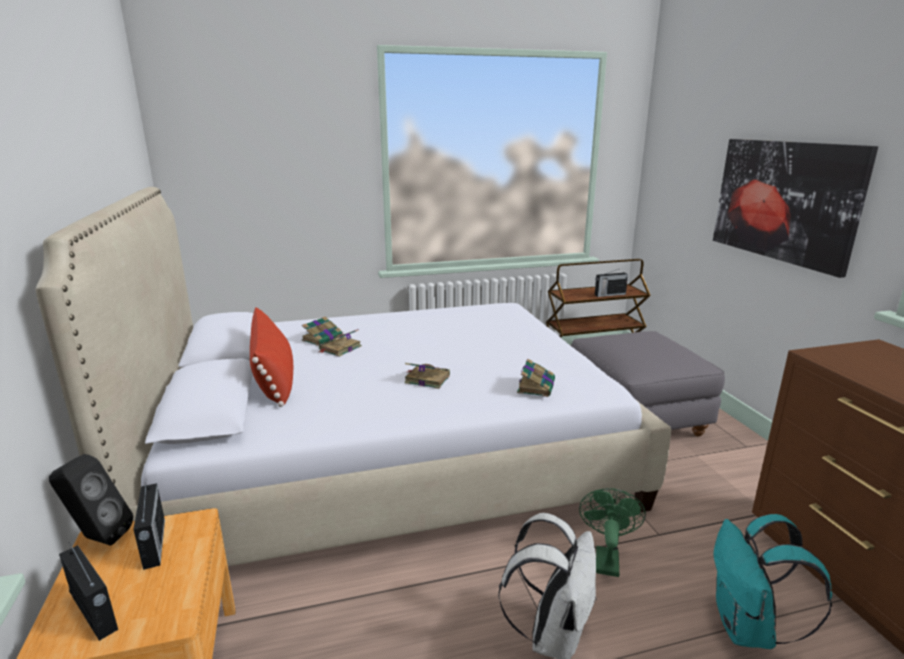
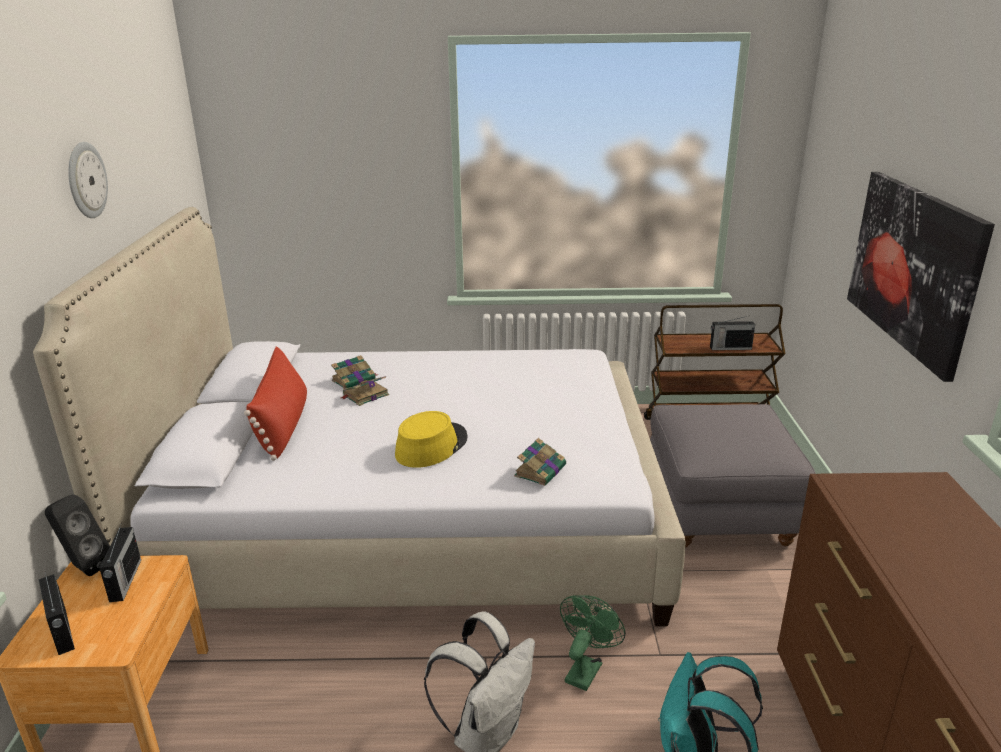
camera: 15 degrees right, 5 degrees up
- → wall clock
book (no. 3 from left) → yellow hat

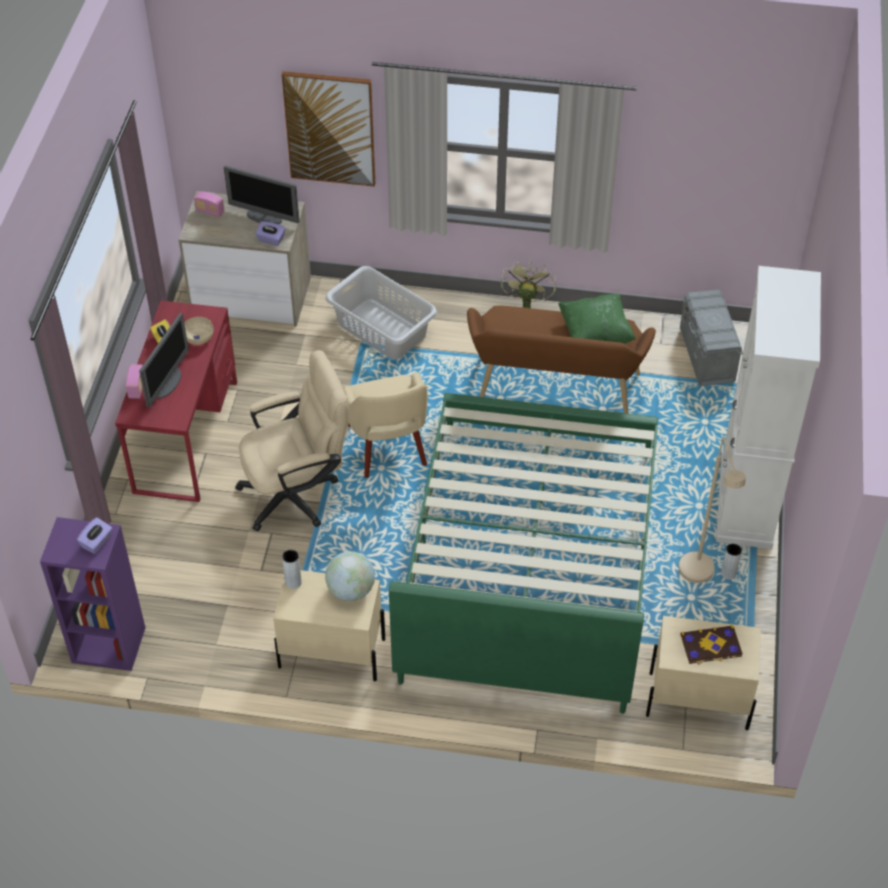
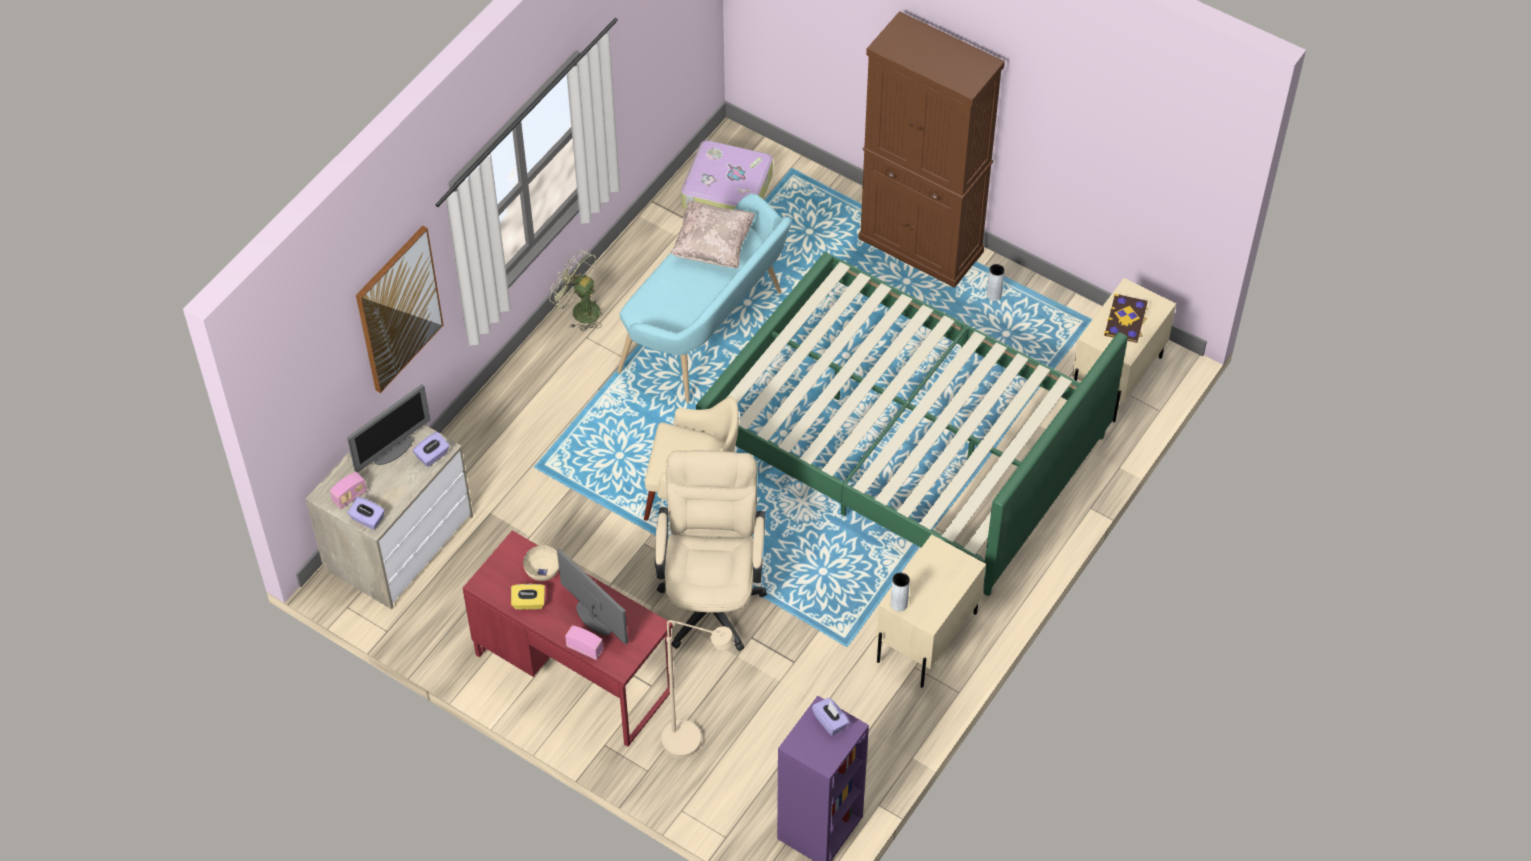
camera: 65 degrees left, 5 degrees up
globe → -
grey laundry basket → -
- → purple tissue box (no. 1 from left)
beige floor lamp, shifted
grey storage box → suitcase
brown bench → turquoise bench
green pillow → beige pillow
white cabinet → brown cabinet

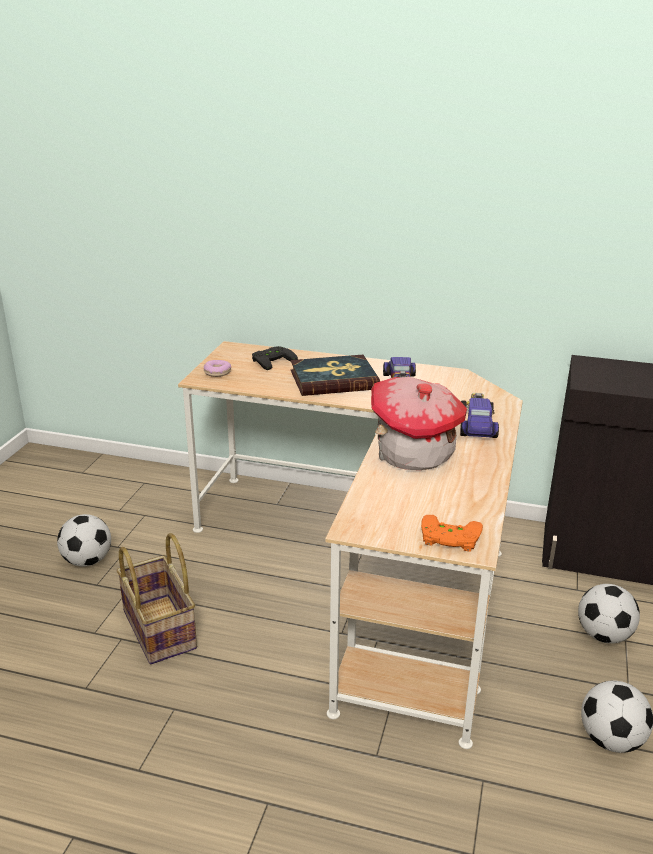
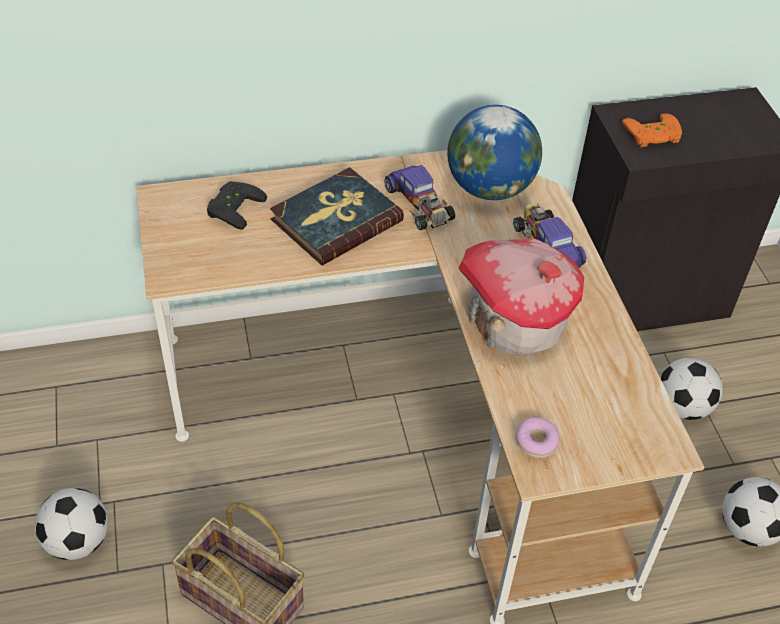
camera: 30 degrees left, 20 degrees up
- → globe
donut, shifted
orange game controller, shifted

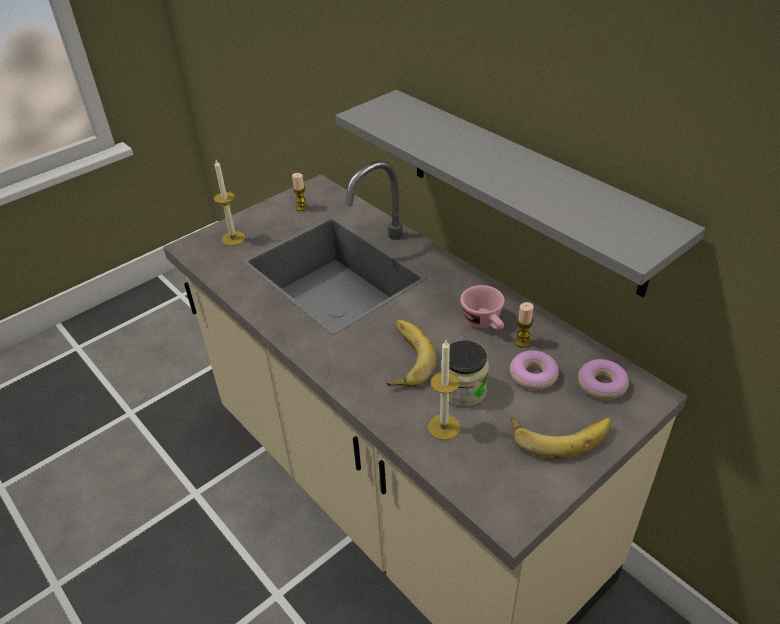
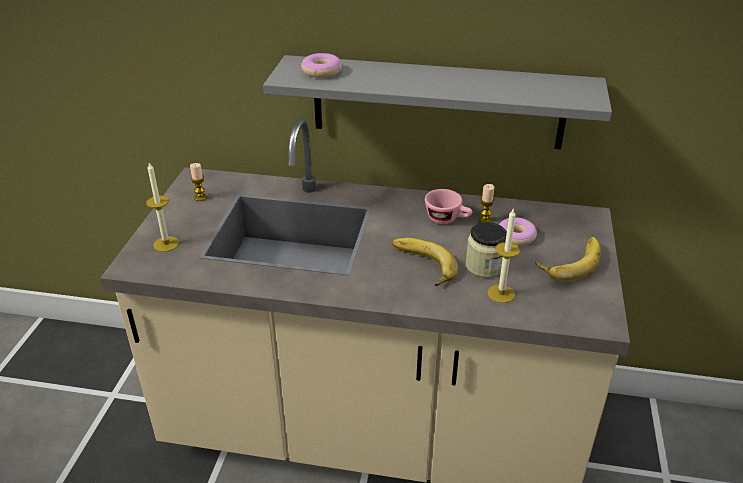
camera: 40 degrees left, 5 degrees down
donut (no. 2 from left in the first image) → donut (no. 1 from left), shifted

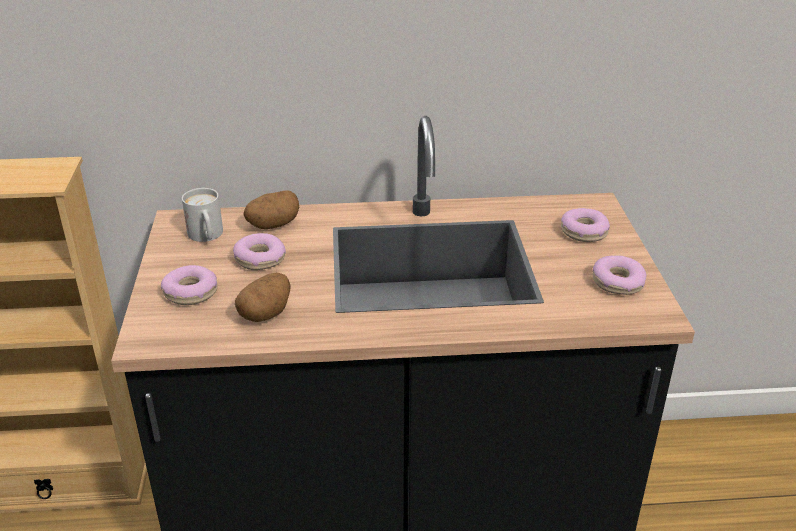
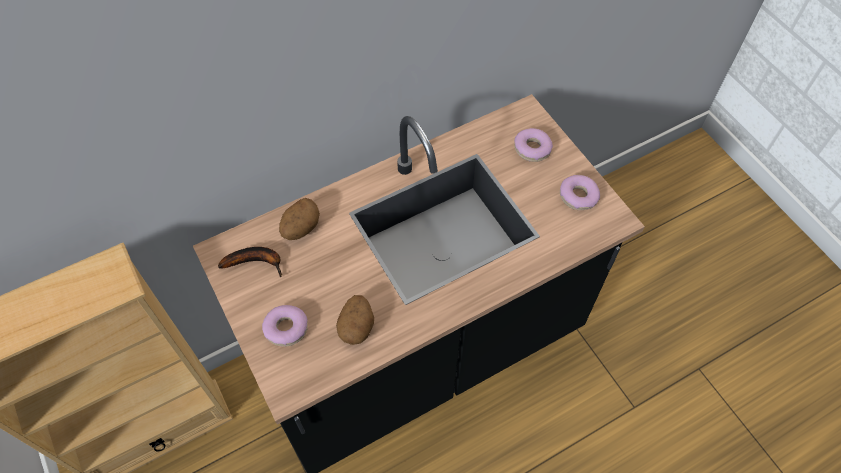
camera: 25 degrees left, 25 degrees up
donut (no. 2 from left) → -
white mug → banana

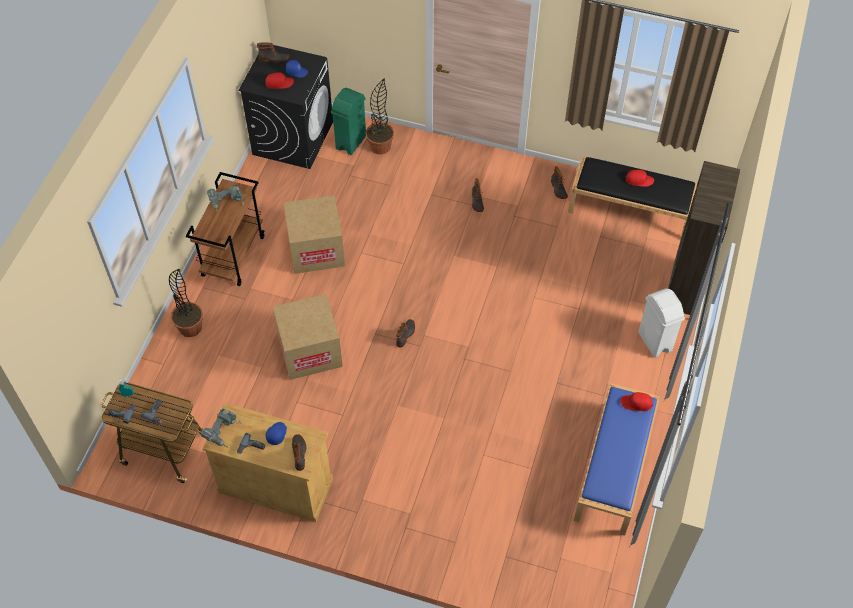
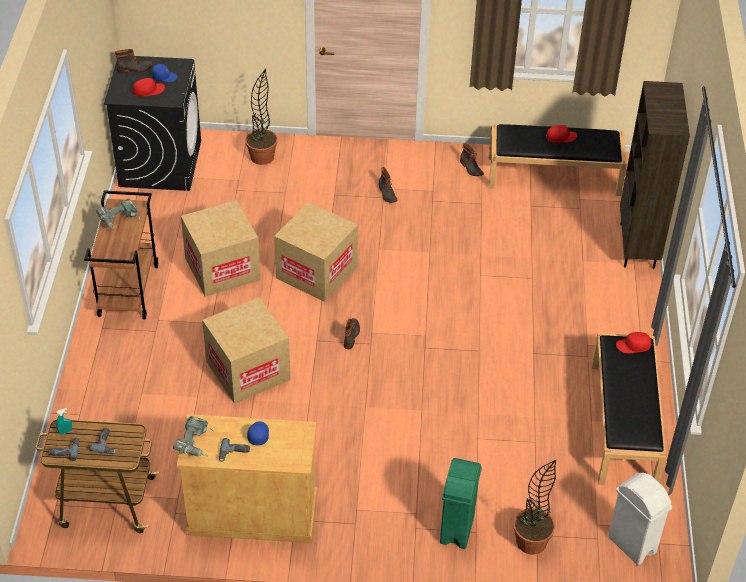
camera: 15 degrees left, 10 degrees down
boot (no. 2 from left) → -
- → cardboard box (no. 3 from left)
potted plant (no. 1 from left in the first image) → potted plant (no. 2 from left), shifted
green trash can, shifted
white trash can, shifted
blue bench → black bench (no. 2 from left)

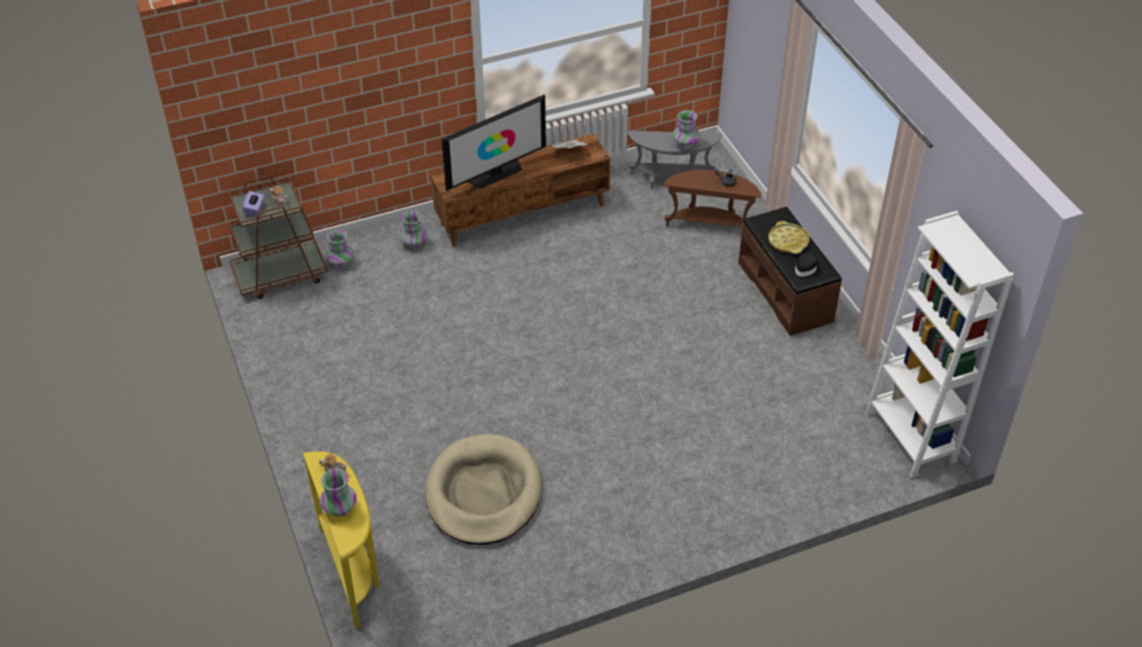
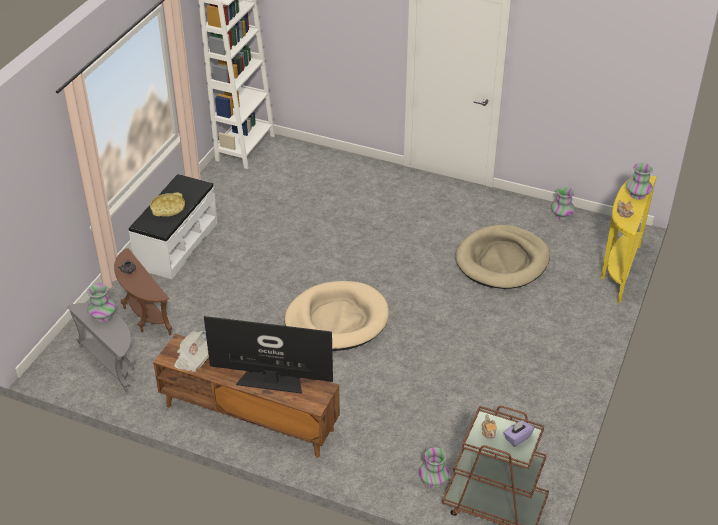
camera: 135 degrees left, 5 degrees down
black hat → -
- → beige dog bed (no. 1 from left)
vase (no. 3 from left), shifted
brown bench → white bench

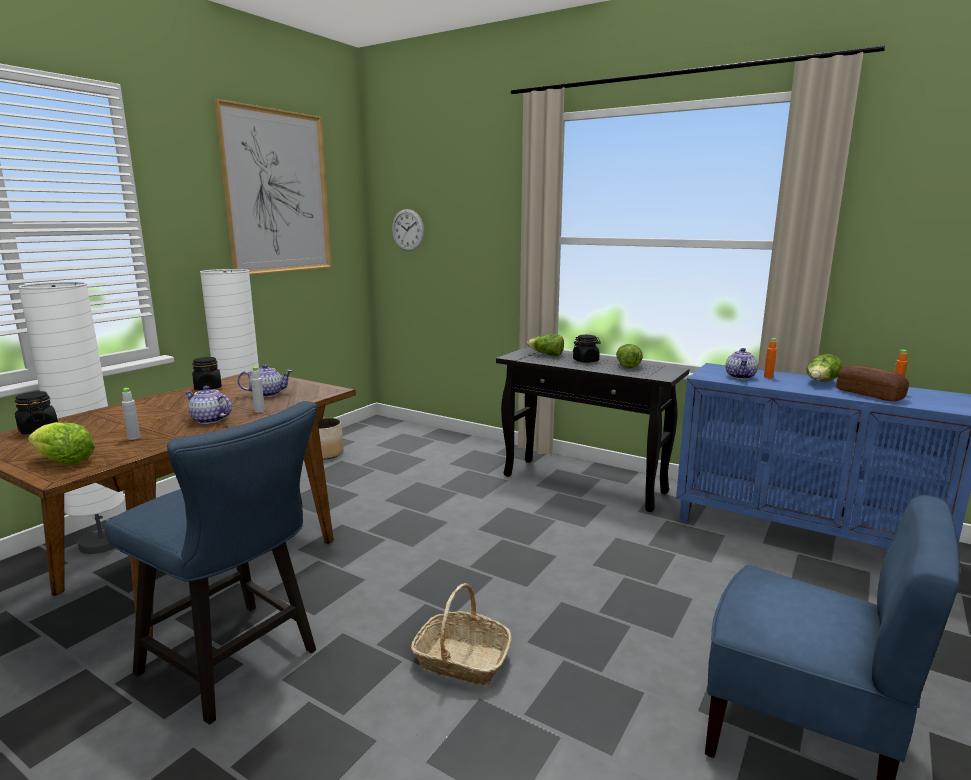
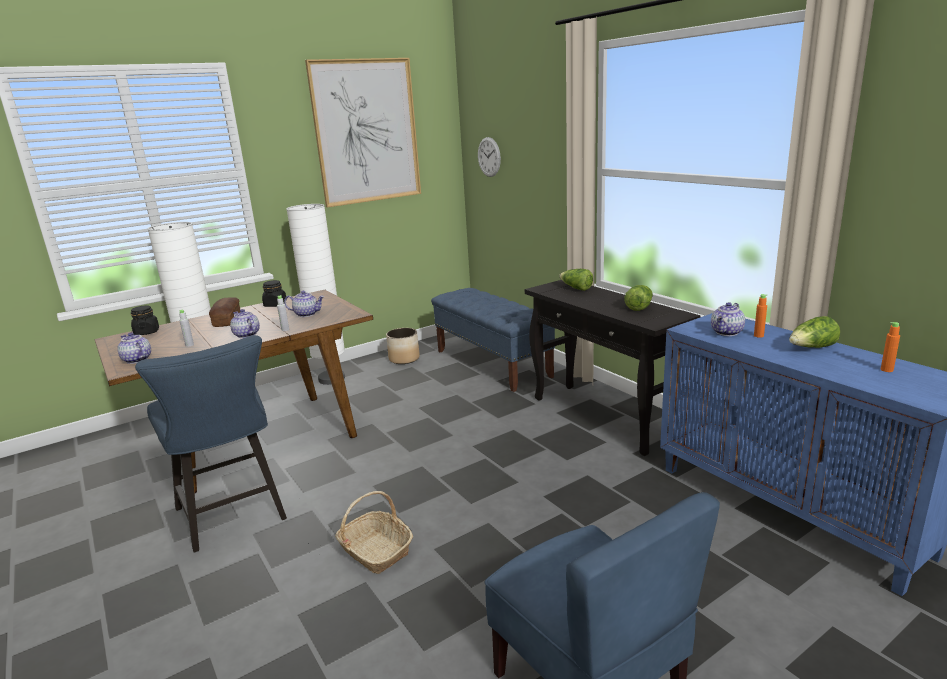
camera: 25 degrees right, 5 degrees up
black jar (no. 3 from left) → -
- → blue bench
bread, shifted
lettuce (no. 1 from left) → teapot (no. 1 from left)

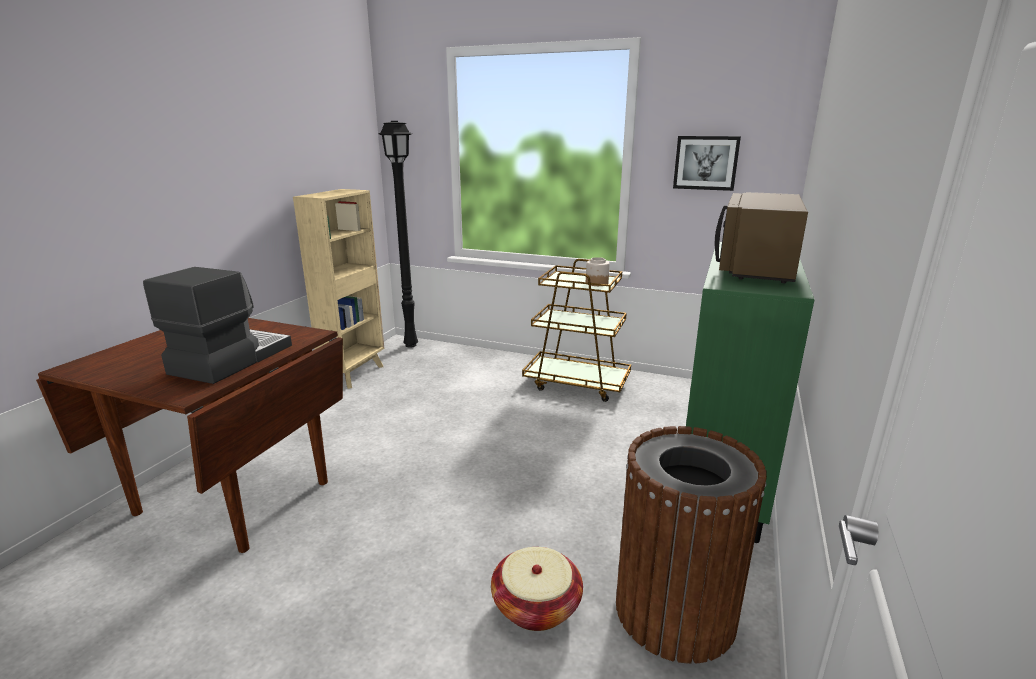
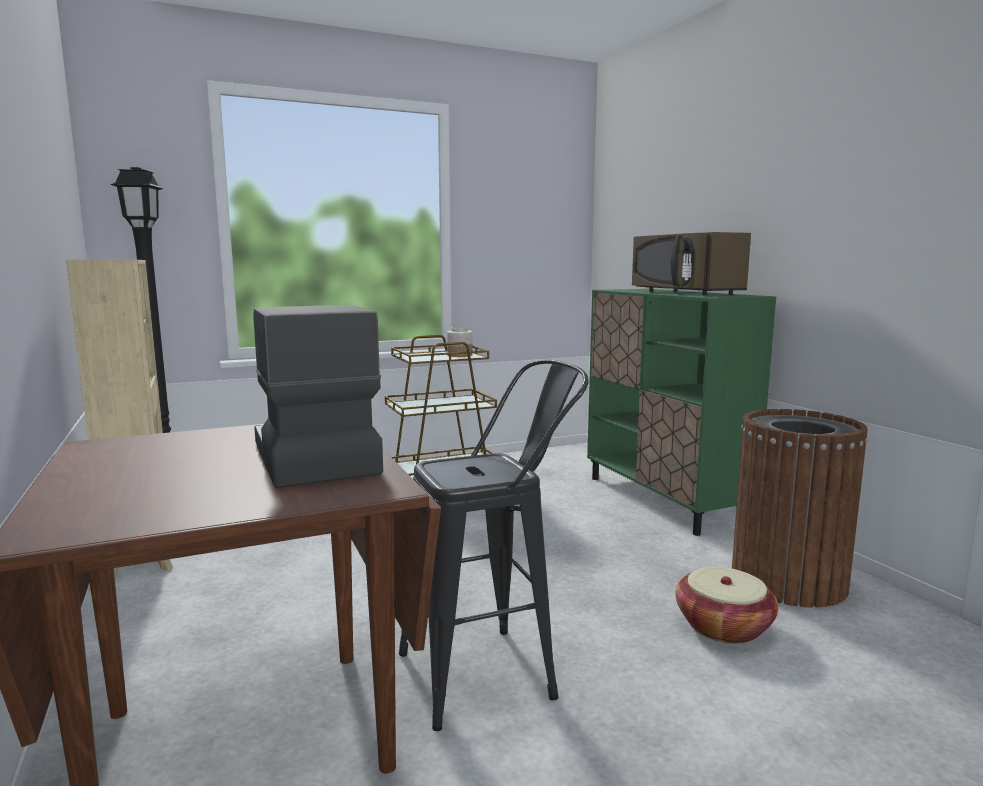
camera: 45 degrees left, 10 degrees down
picture → -
- → black stool

